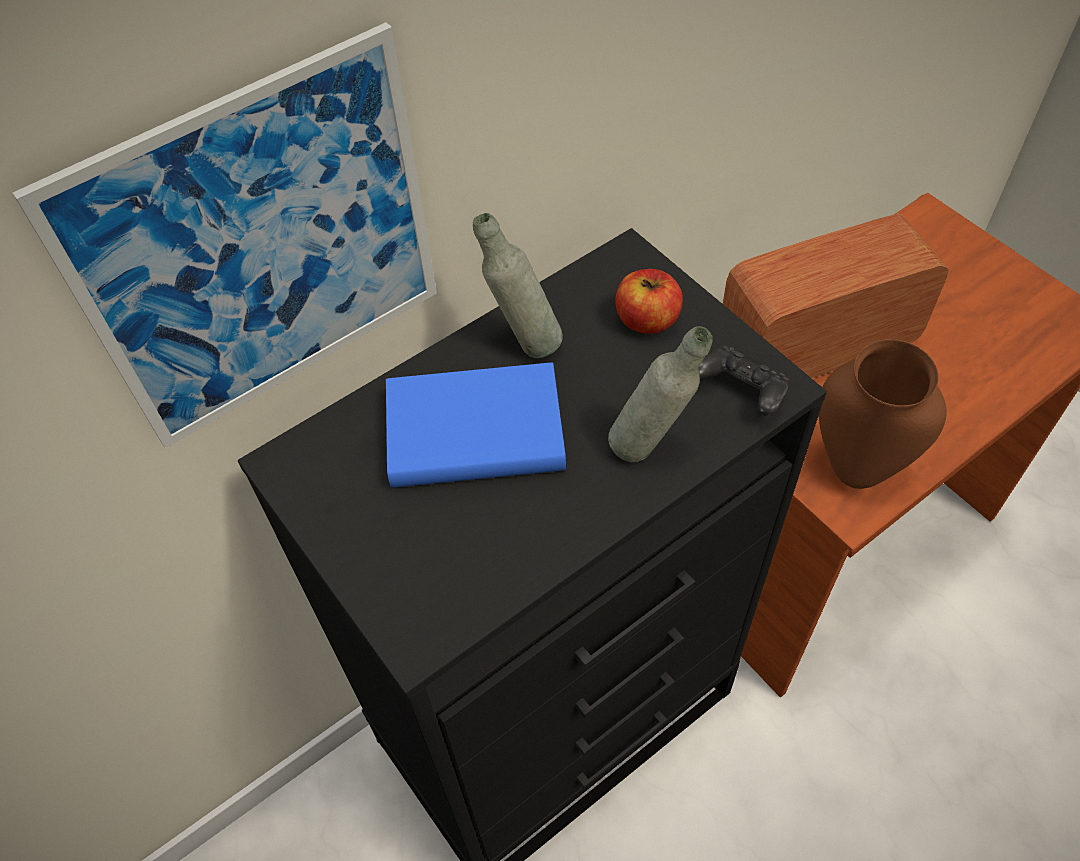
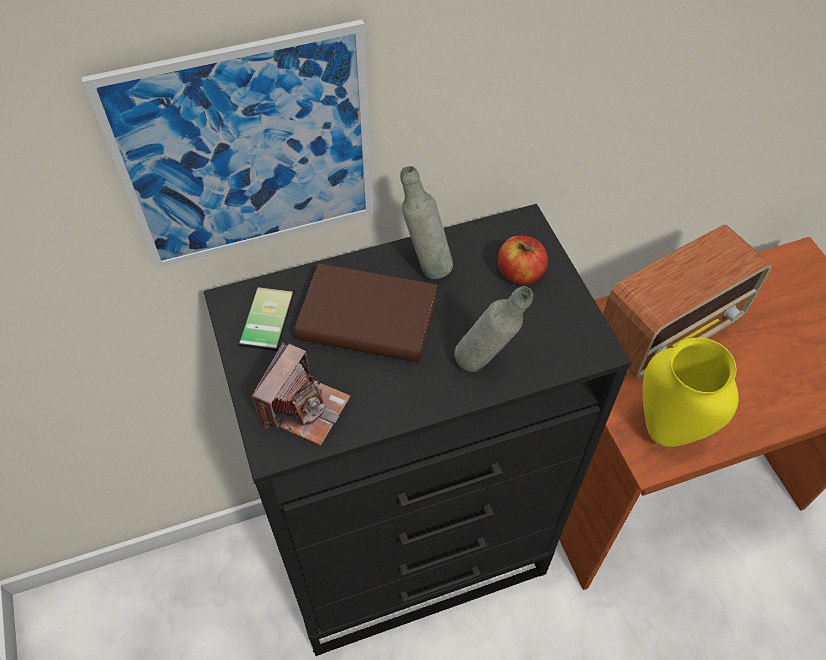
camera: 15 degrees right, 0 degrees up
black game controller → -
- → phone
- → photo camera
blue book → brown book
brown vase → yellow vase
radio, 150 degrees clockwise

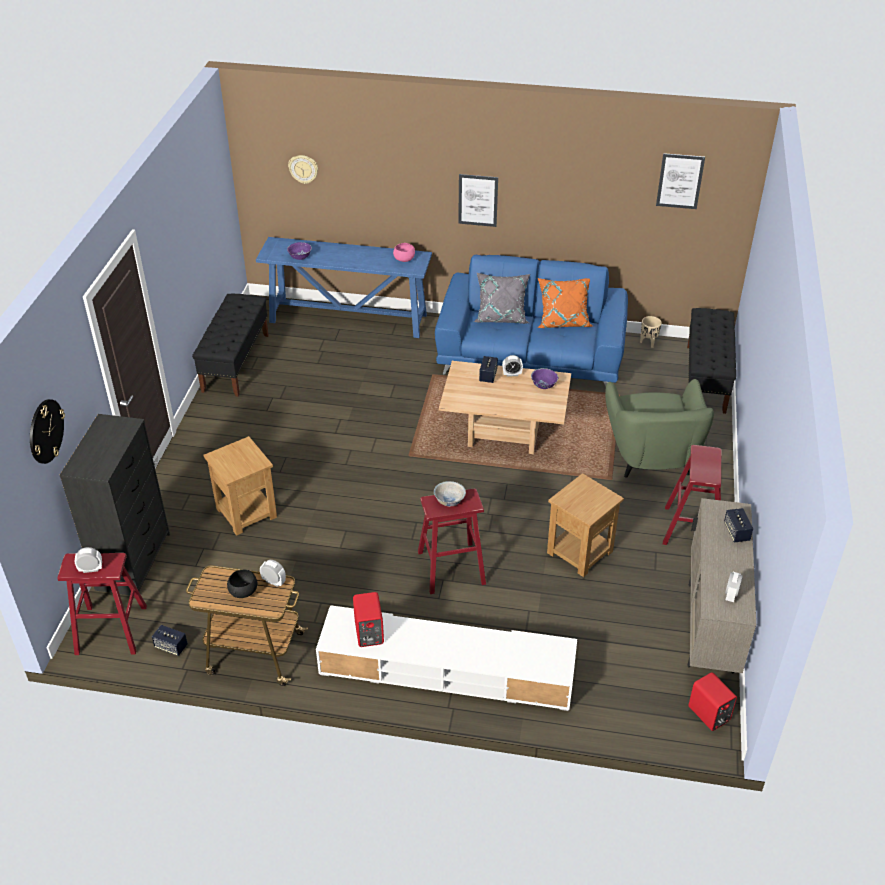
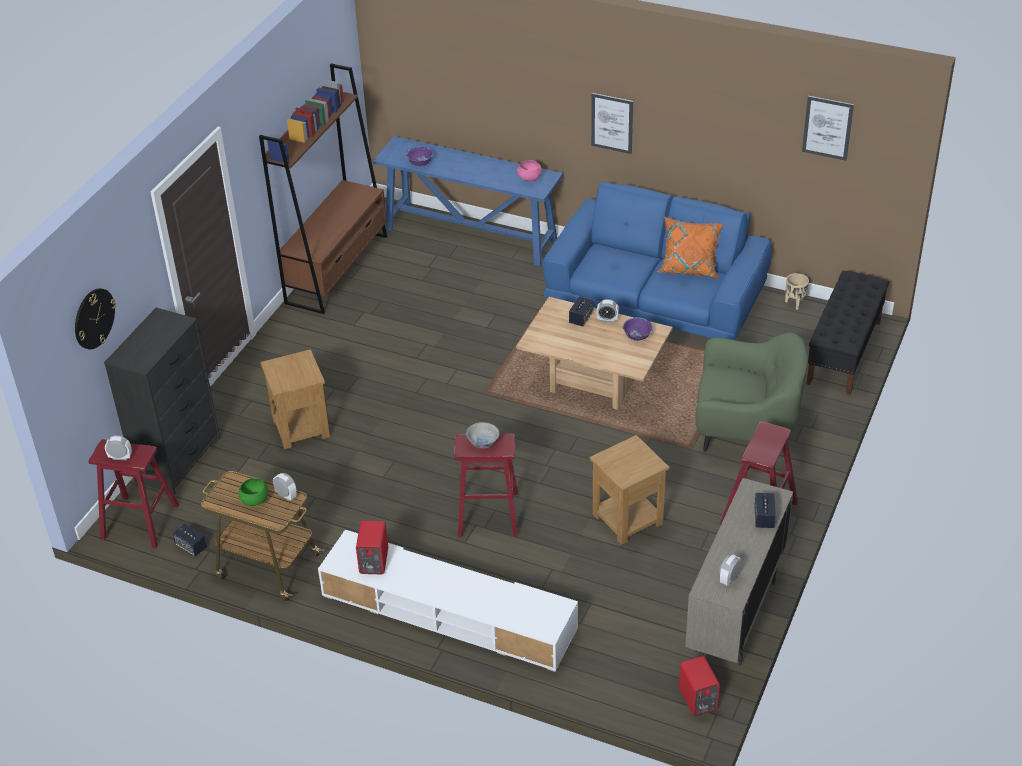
camera: 15 degrees right, 0 degrees up
wall clock (no. 2 from left) → -
grey pillow → -
black bench (no. 1 from left) → brown bookcase
black bowl → green bowl
green armchair, 90 degrees counterclockwise

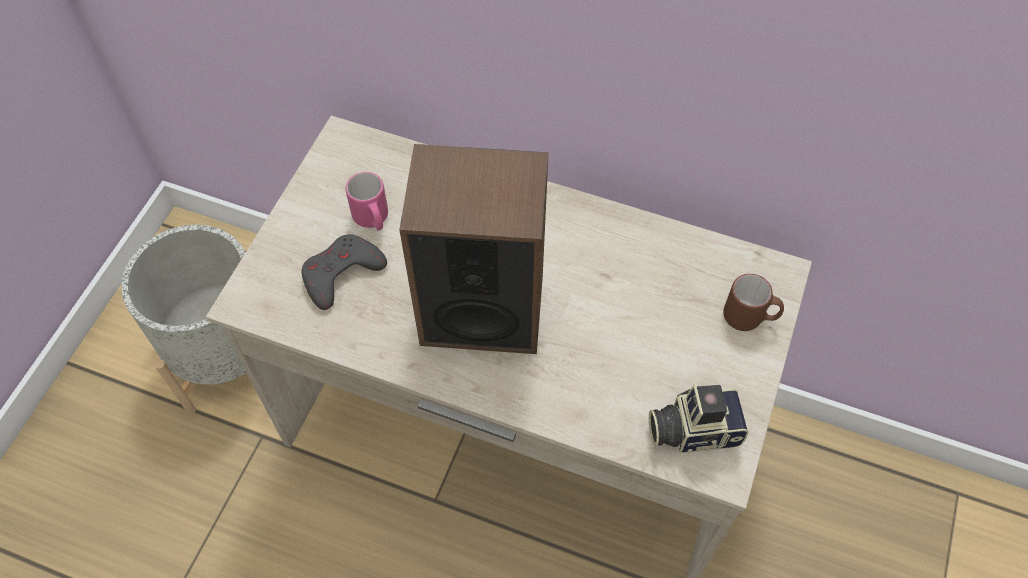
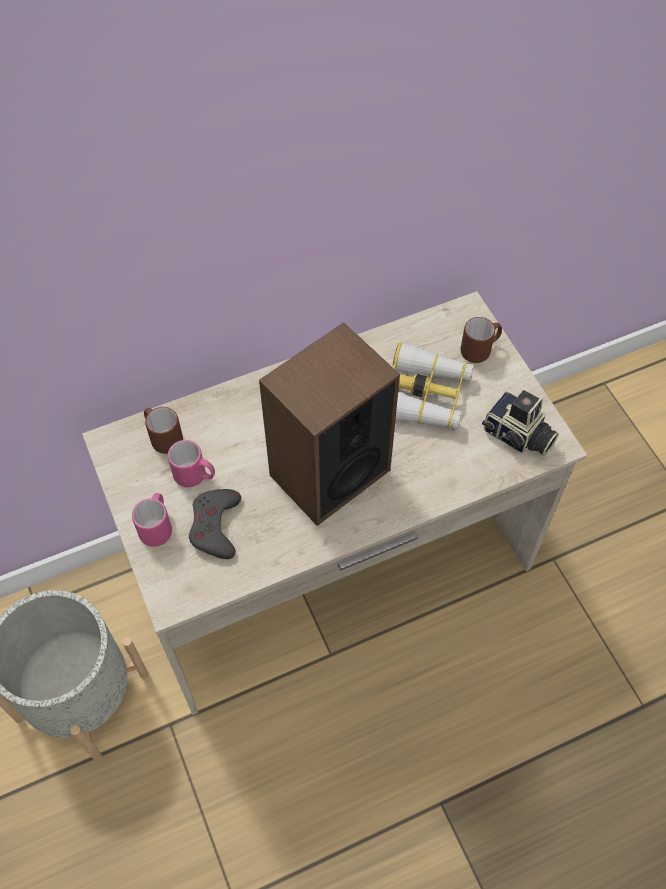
camera: 45 degrees left, 0 degrees up
- → pink mug (no. 1 from left)
- → brown mug (no. 1 from left)
- → binoculars
photo camera, 90 degrees counterclockwise

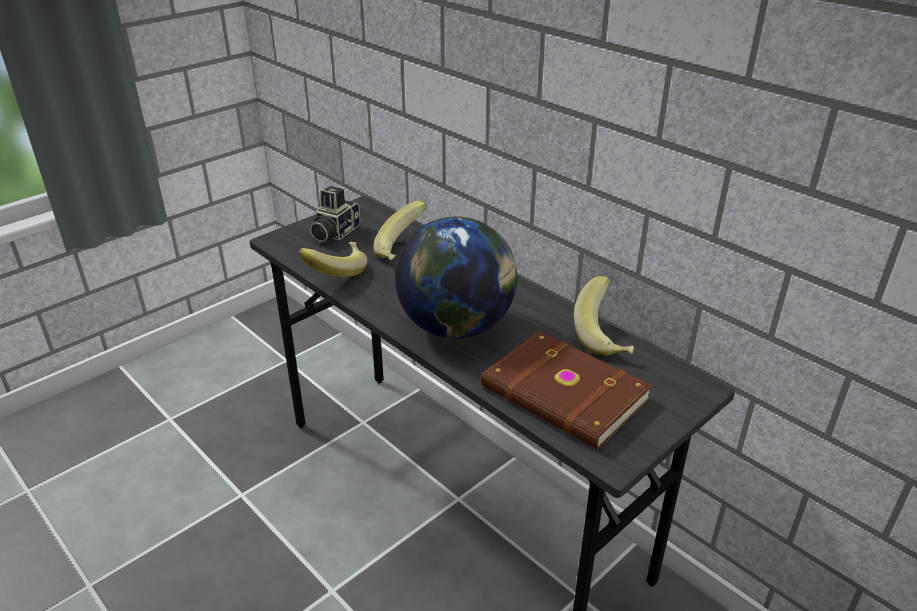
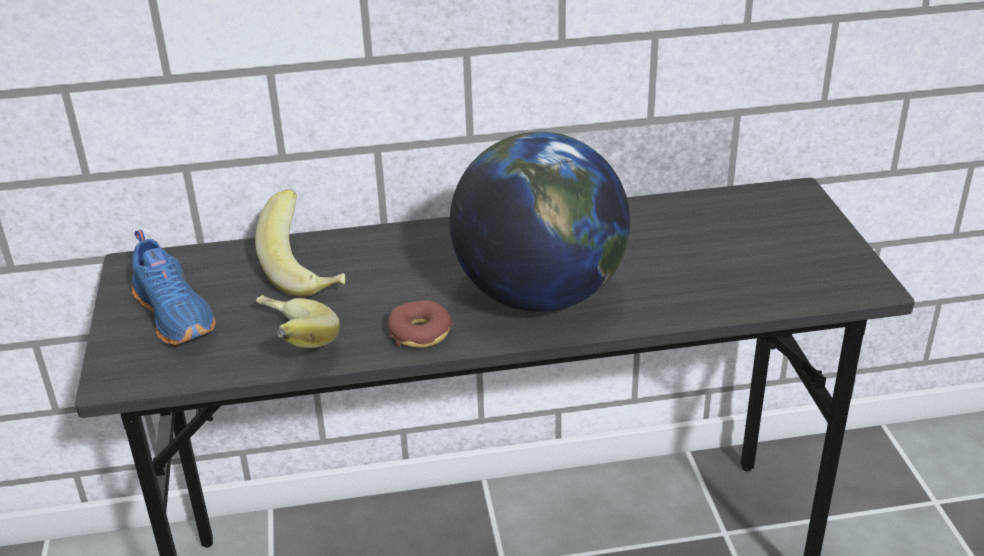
camera: 55 degrees left, 0 degrees up
brown book → -
banana (no. 3 from left) → -
- → donut
photo camera → blue shoe

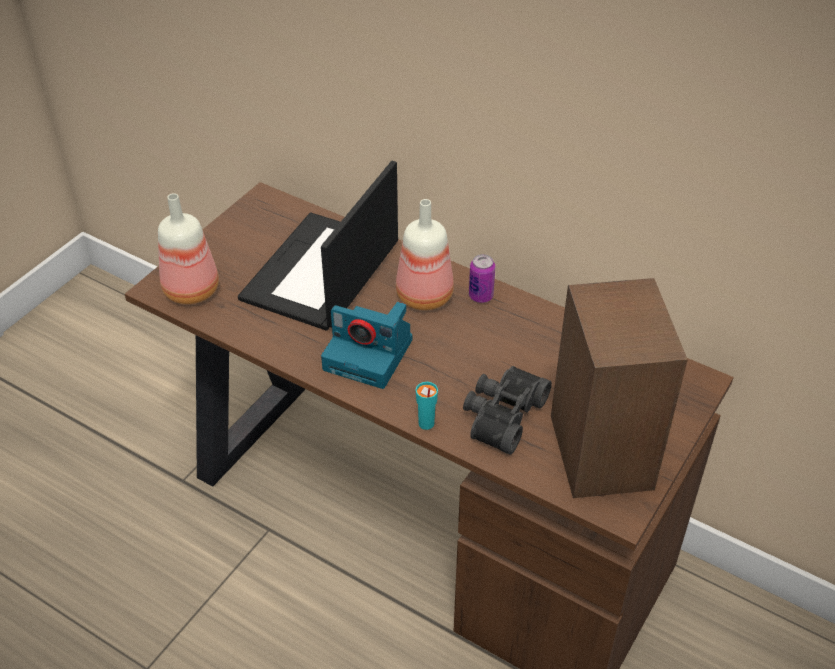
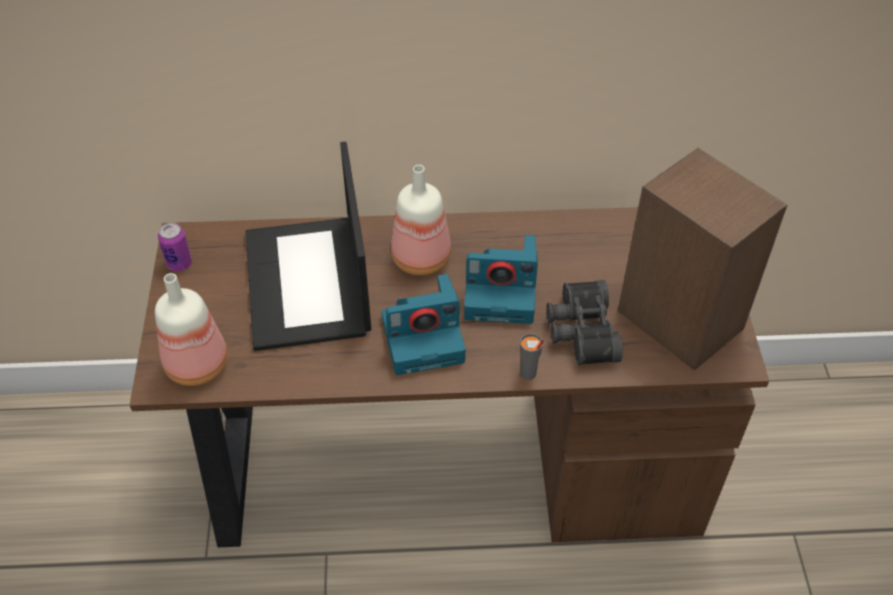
camera: 35 degrees left, 5 degrees up
- → photo camera (no. 2 from left)
can, shifted
turquoise cup → grey cup

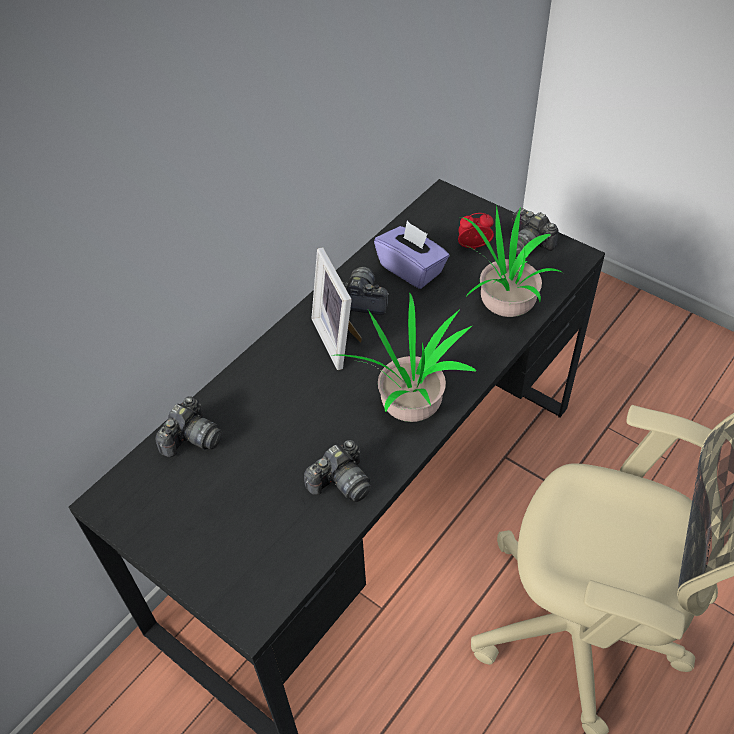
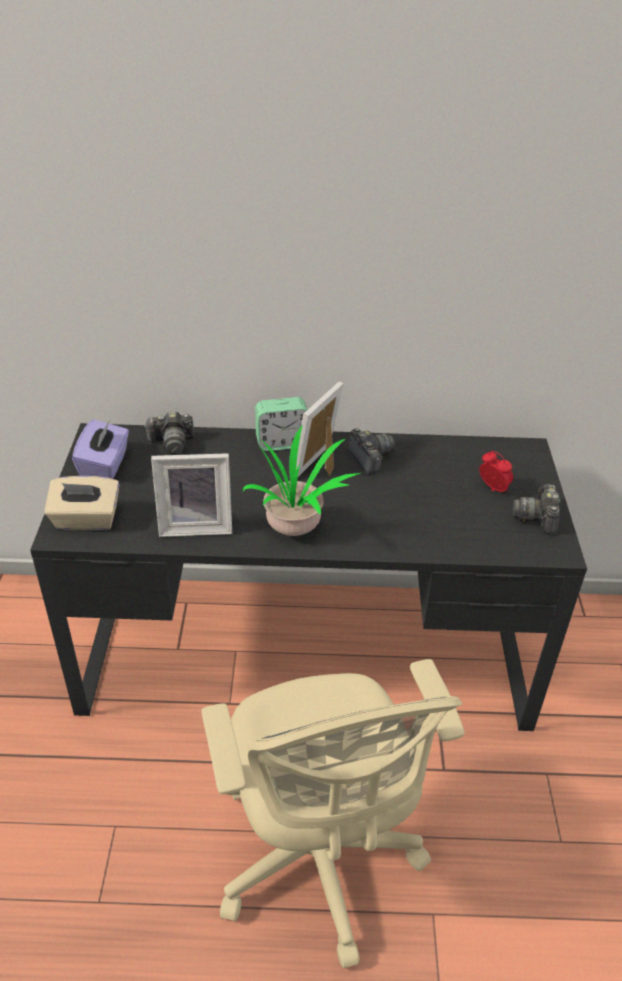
camera: 50 degrees right, 10 degrees down
potted plant (no. 2 from left) → -
- → beige tissue box
- → alarm clock (no. 1 from left)
purple tissue box, shifted
photo camera (no. 2 from left) → picture frame (no. 1 from left)

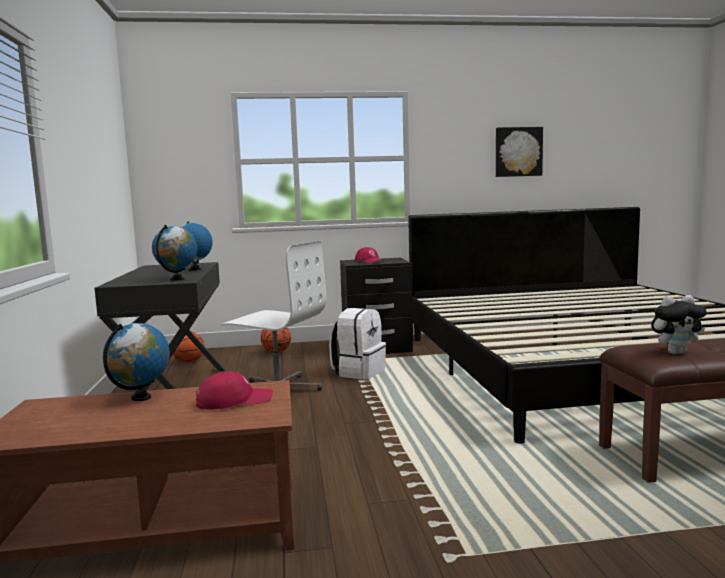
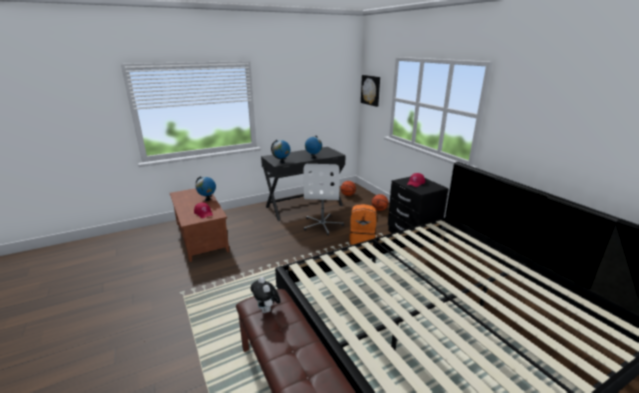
camera: 70 degrees right, 15 degrees up
picture, shifted
white backpack → orange backpack

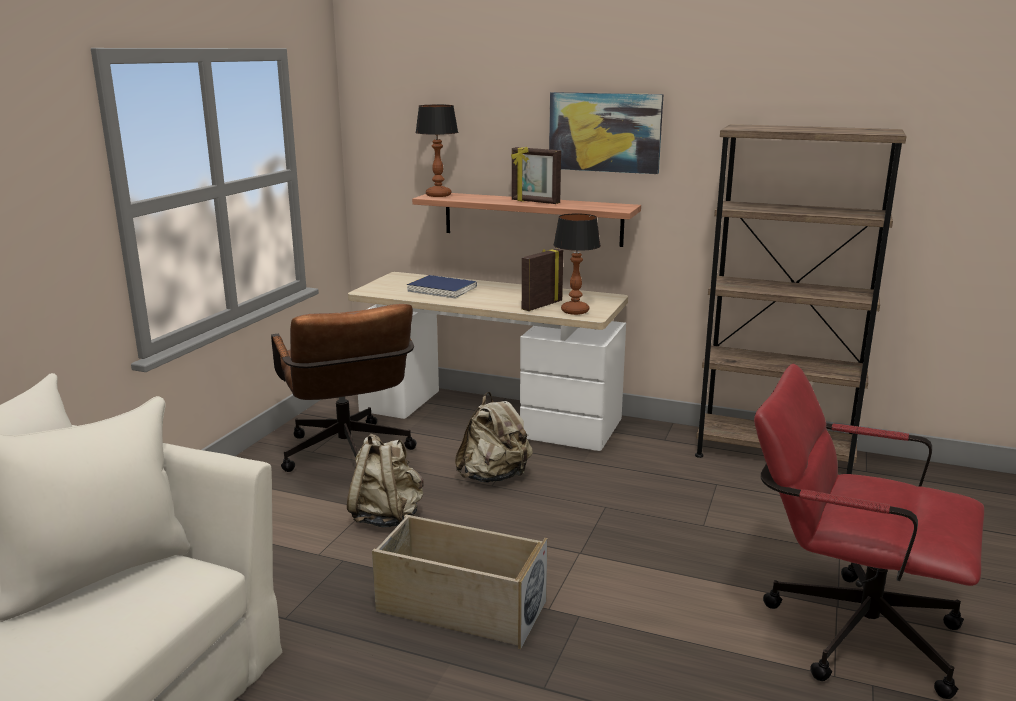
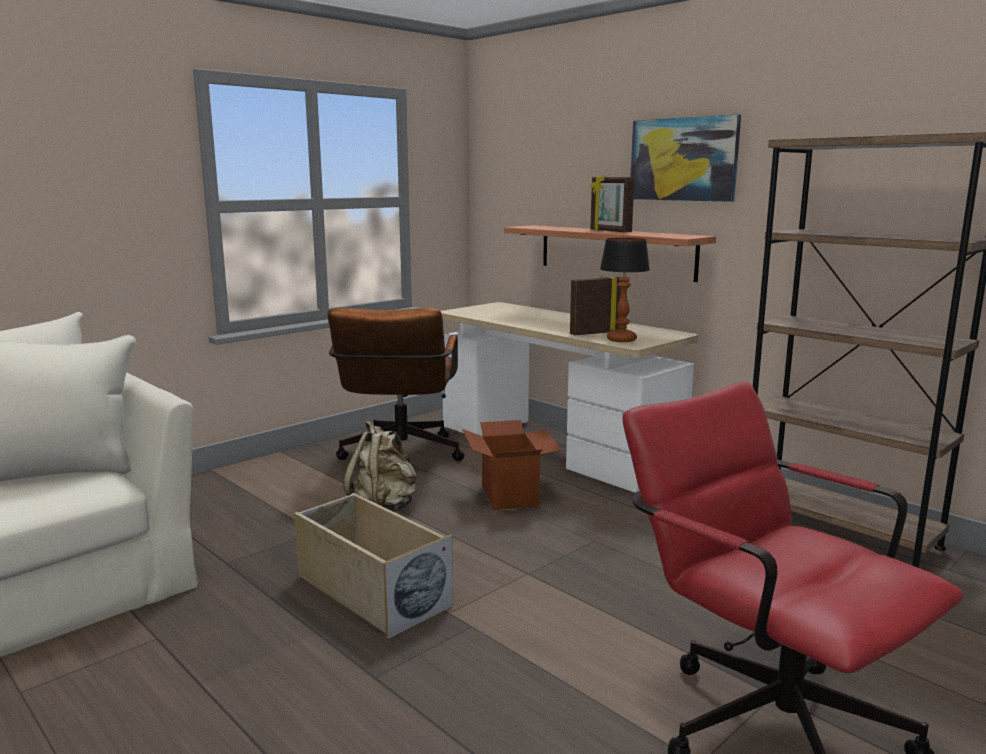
camera: 25 degrees right, 5 degrees down
blue book → -
table lamp (no. 1 from left) → -
beige backpack (no. 2 from left) → cardboard box

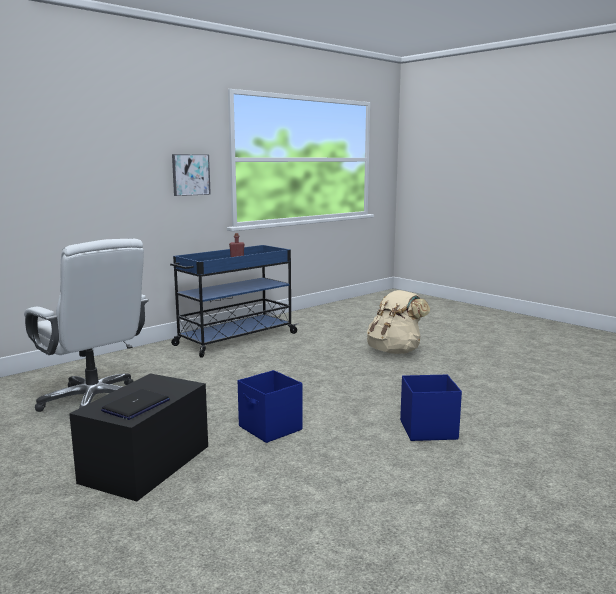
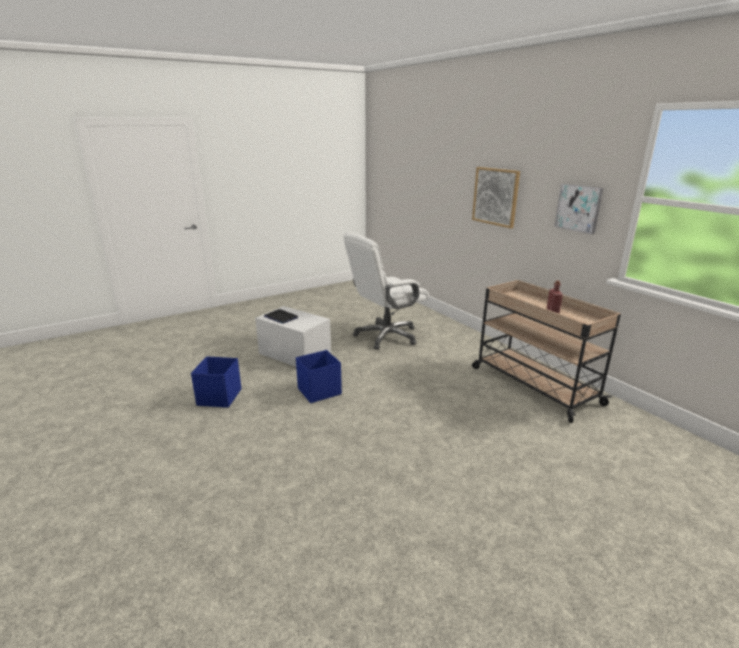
camera: 100 degrees right, 10 degrees up
beige backpack → -
- → picture (no. 1 from left)
blue storage box (no. 2 from left in the first image) → blue storage box (no. 1 from left), shifted
black storage box → white storage box
blue cart → beige cart

